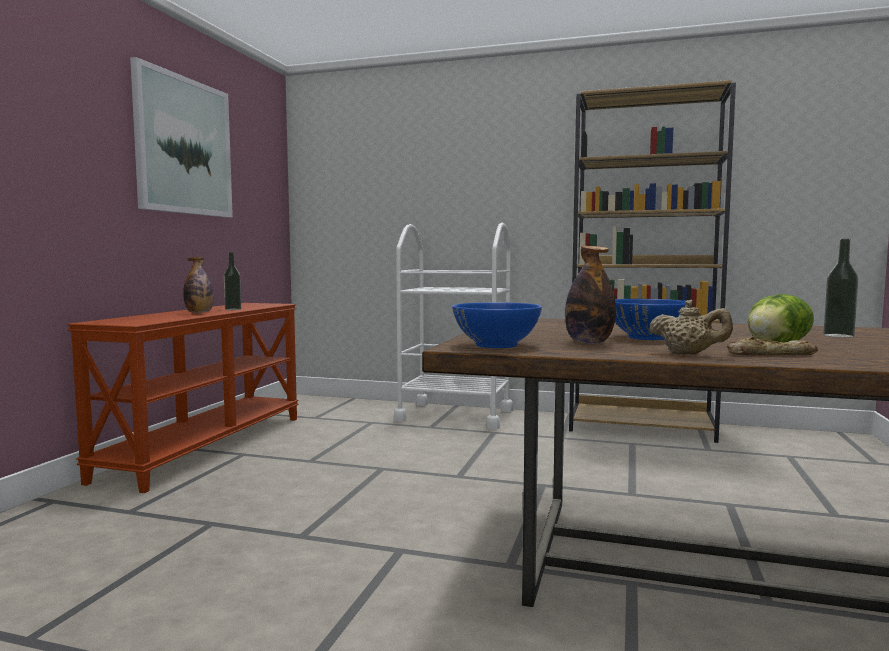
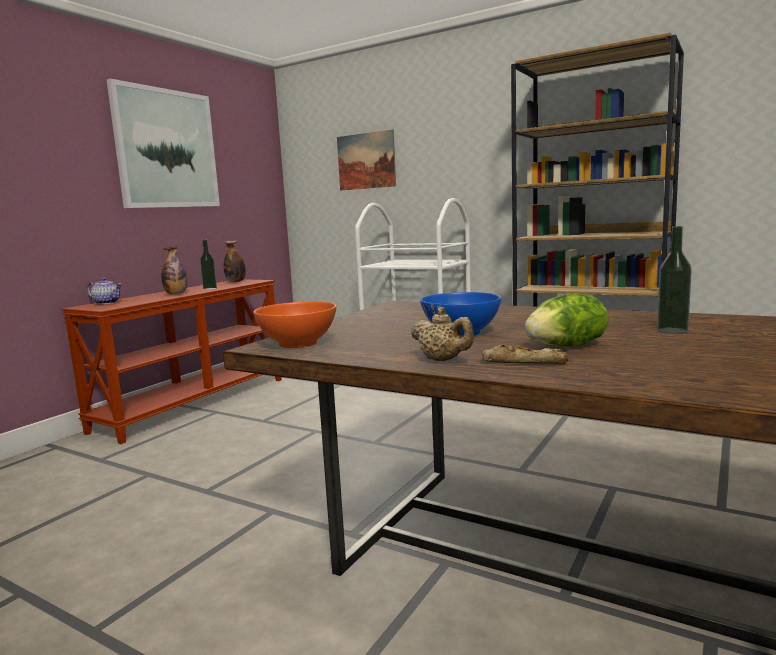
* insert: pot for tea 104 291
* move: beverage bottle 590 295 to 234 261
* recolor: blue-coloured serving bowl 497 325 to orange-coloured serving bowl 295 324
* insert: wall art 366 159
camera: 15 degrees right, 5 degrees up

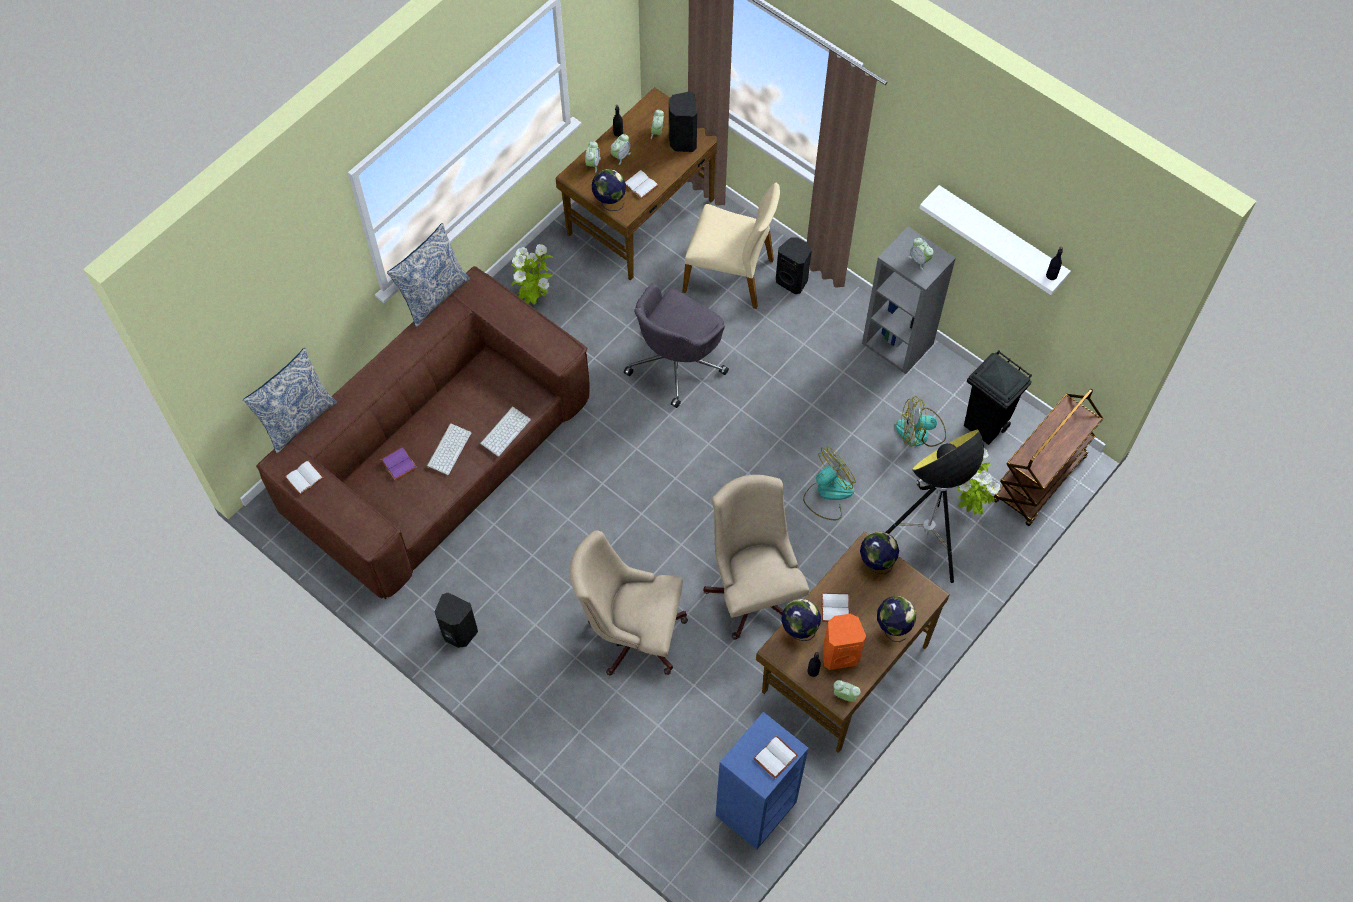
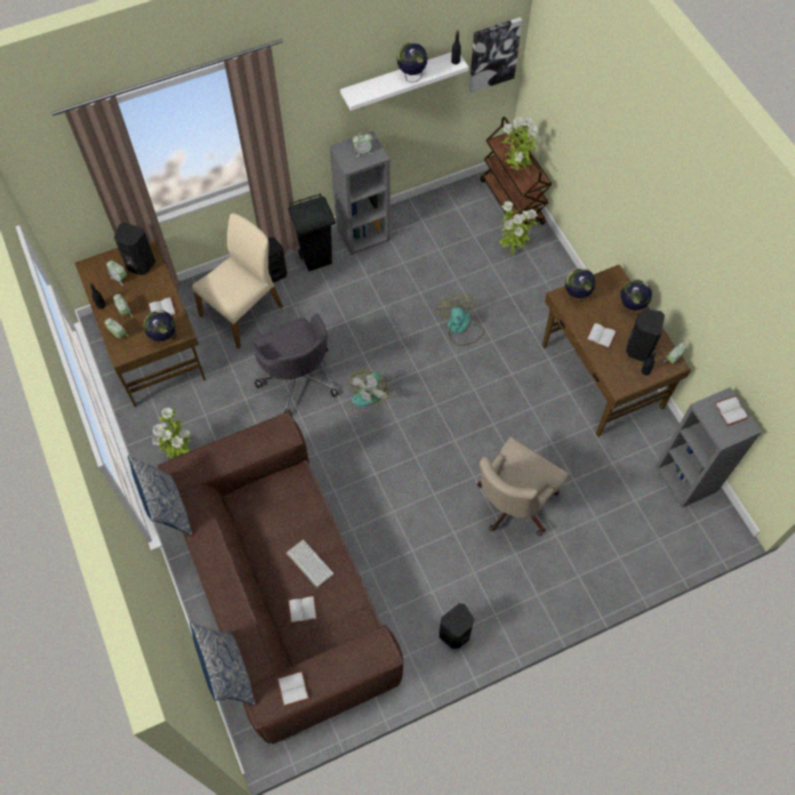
* move: black-coloured trash can 998 397 to 312 232
* recolor: purplish book 398 464 to whitish book 303 610
* move: fan 921 421 to 369 388
* move: desk globe 801 620 to 412 62
* insert: wall art 495 55
* insert: plant in a pot 520 143
* recolor: orange-coloured speaker 844 642 to black-coloured speaker 645 335
* recolor: blue-coloured bookshelf 762 780 to gray bookshelf 708 447
* delete: PC keyboard 505 431
* delete: beige computer chair 756 557
* delete: floor lamp 934 506
camera: 65 degrees left, 0 degrees up

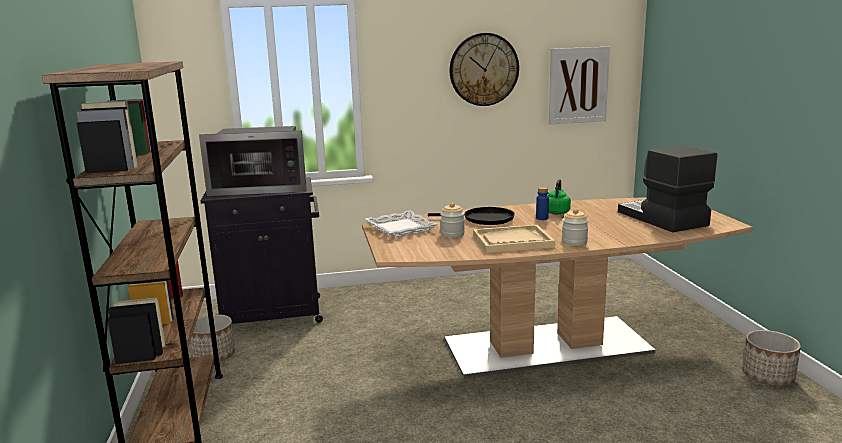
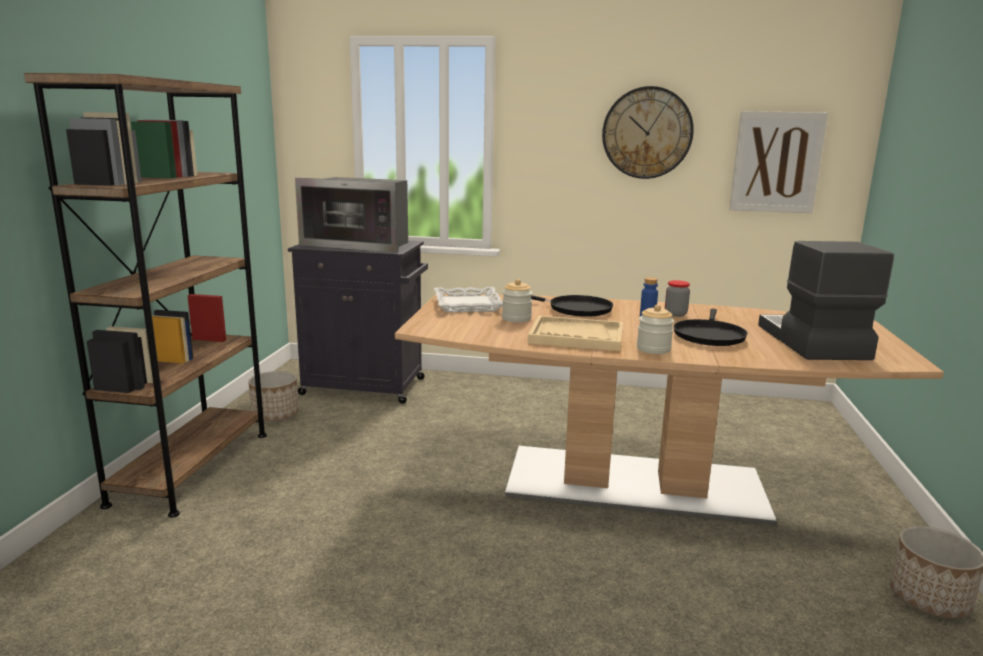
* replace: green tea kettle 559 196 to storage jar 677 298
* insert: black-coloured pan 710 327
camera: 20 degrees right, 0 degrees up

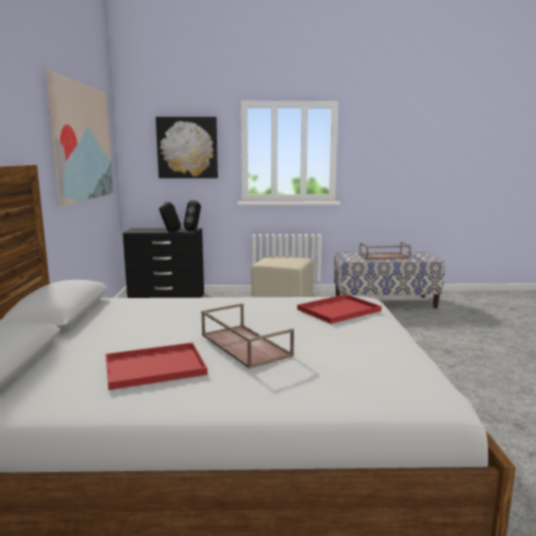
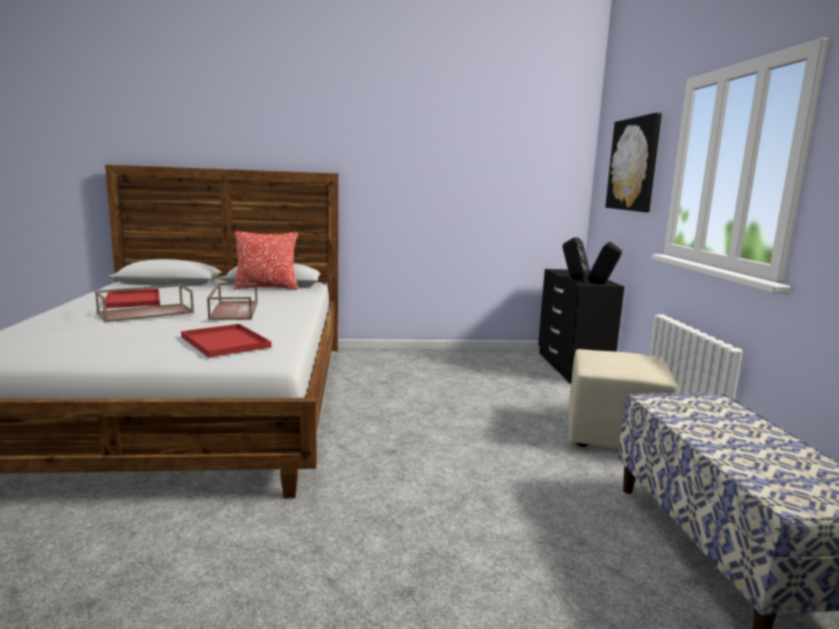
* move: brownish serving tray 385 251 to 232 301
* insert: pillow 266 260
* delete: wall art 79 138
camera: 85 degrees right, 0 degrees up

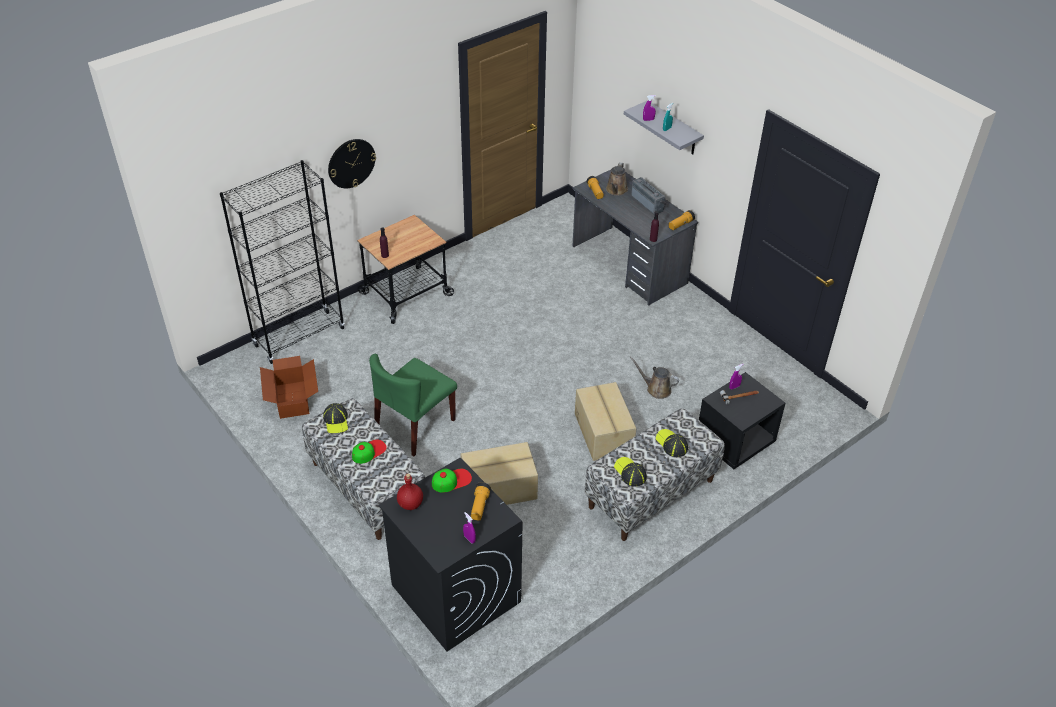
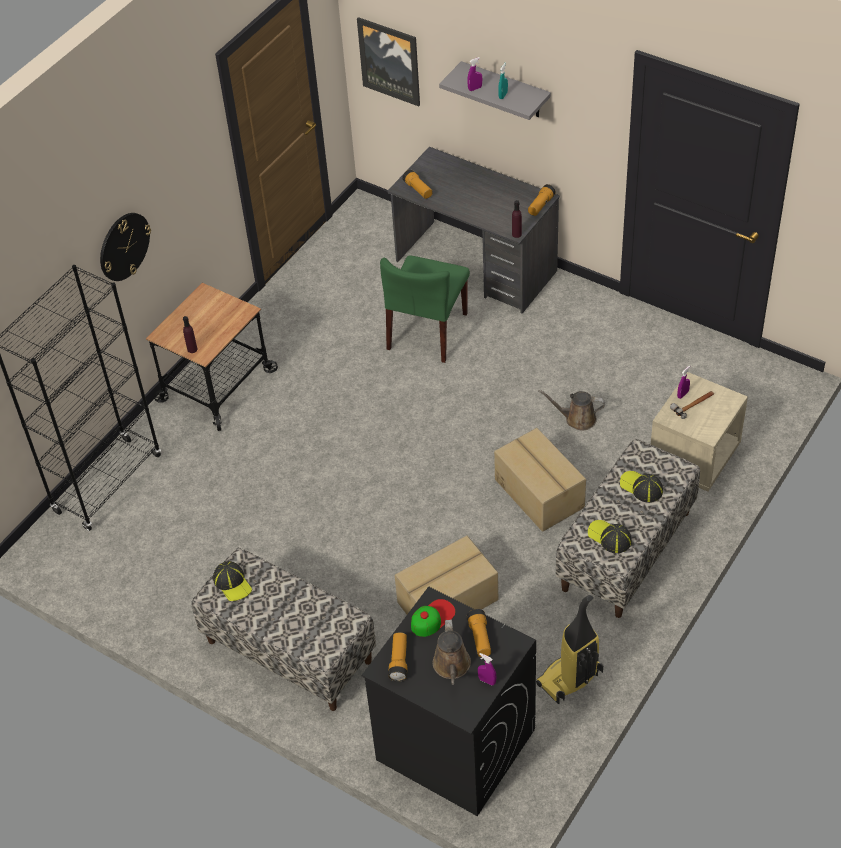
* insert: wall art 388 61
* move: green upright chair 413 405 to 425 309
* replace: reddish beverage bottle 410 492 to flashlight 398 657
* move: brownish watering pot 617 179 to 452 652
* insert: vacuum 569 649
* recolor: black-coloured night table 742 420 to beige night table 699 432
* delete: packing box 289 387
* delete: baseball cap 369 451
* delete: radio receiver 649 196
camera: 15 degrees left, 5 degrees up

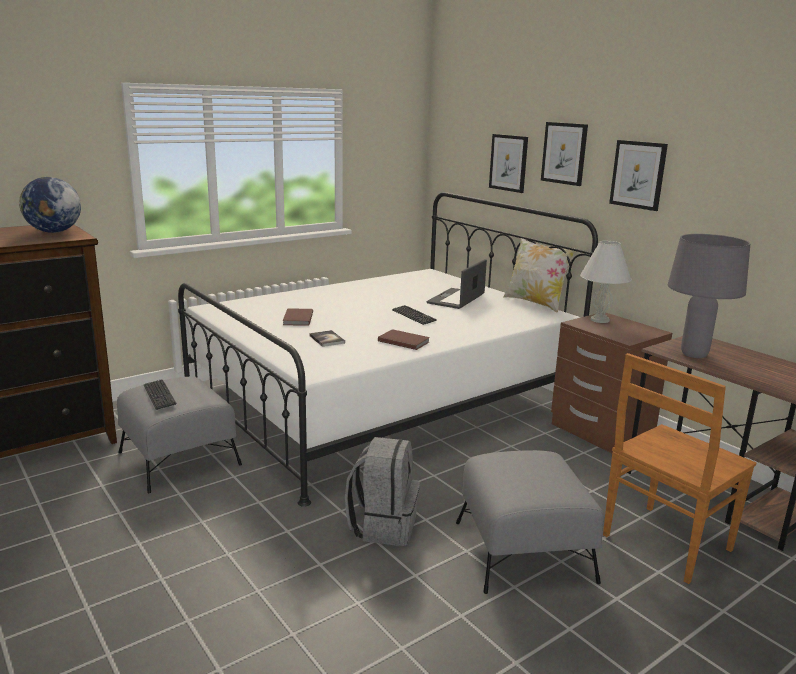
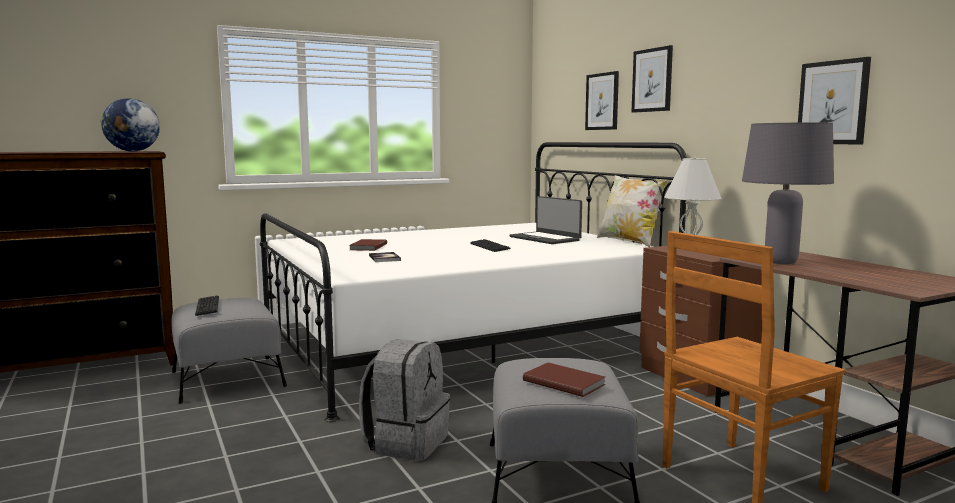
* rotate: laptop 457 284 = 545 220 75 degrees counterclockwise
* move: brownish book 404 339 to 564 380
* move: wall art 638 175 to 834 100
camera: 10 degrees right, 10 degrees down

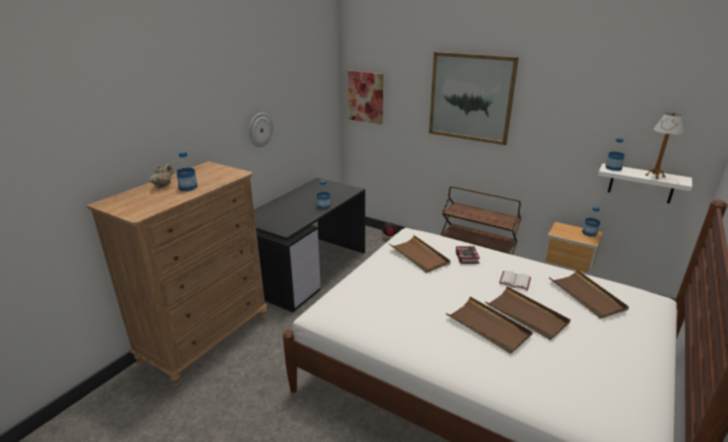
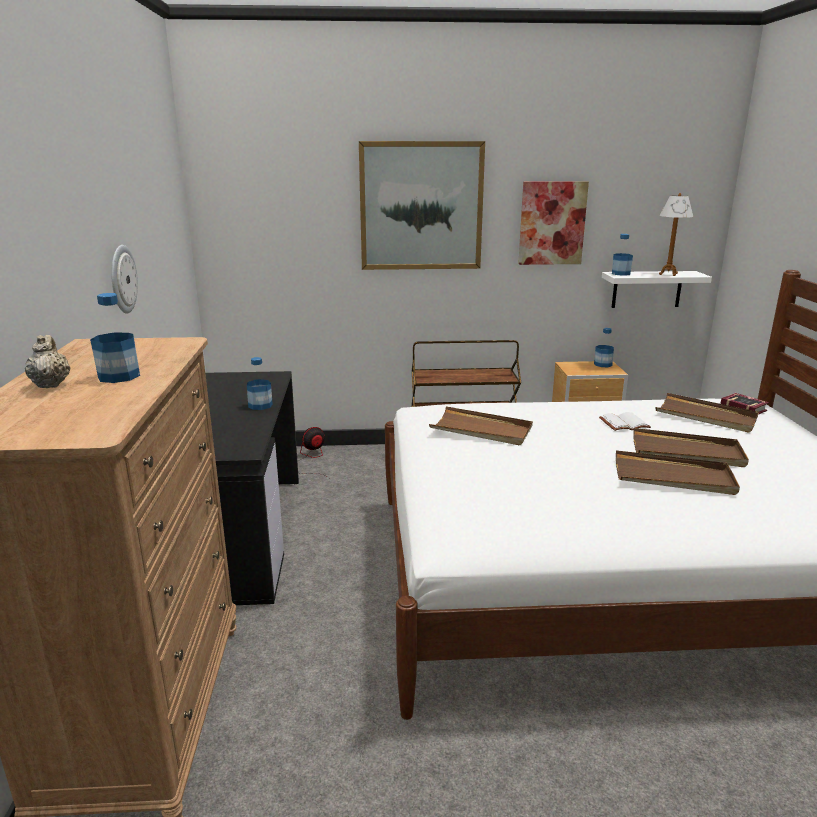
* move: wall art 365 97 to 553 223
* move: book 468 255 to 744 404
camera: 35 degrees left, 5 degrees down

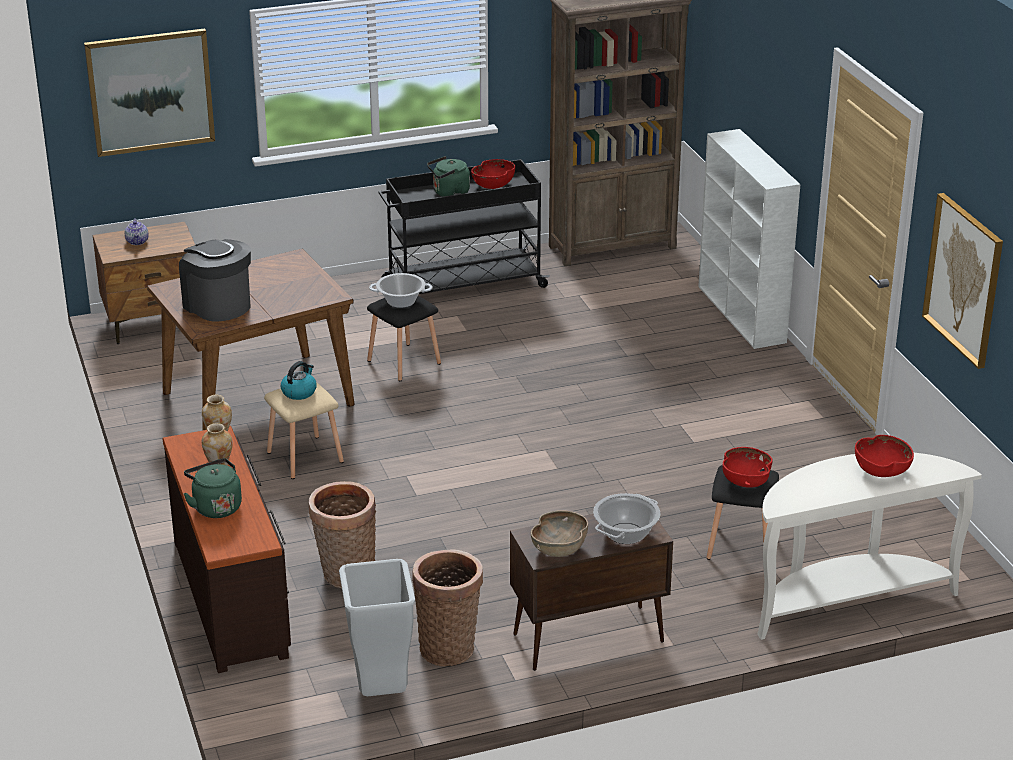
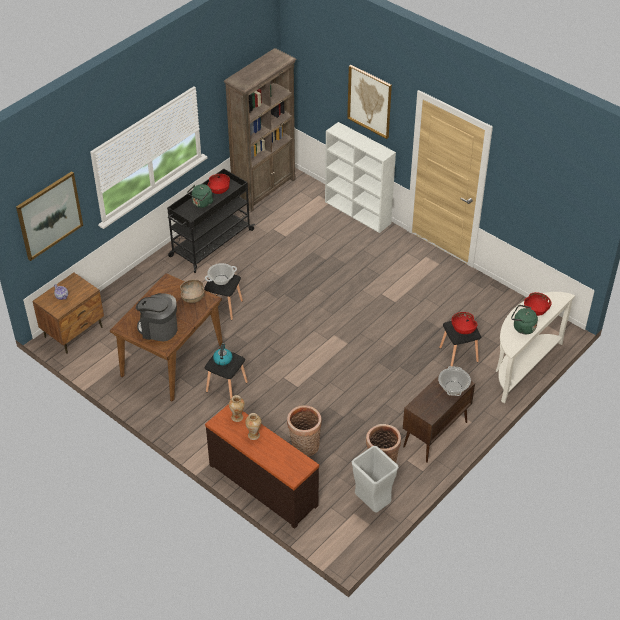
* move: brownish serving bowl 559 533 to 192 291
* recolor: beige sitting stool 304 430 to black-coloured sitting stool 226 373
* move: wall art 962 281 to 369 102
* move: green tea kettle 212 488 to 524 319
camera: 30 degrees left, 15 degrees up

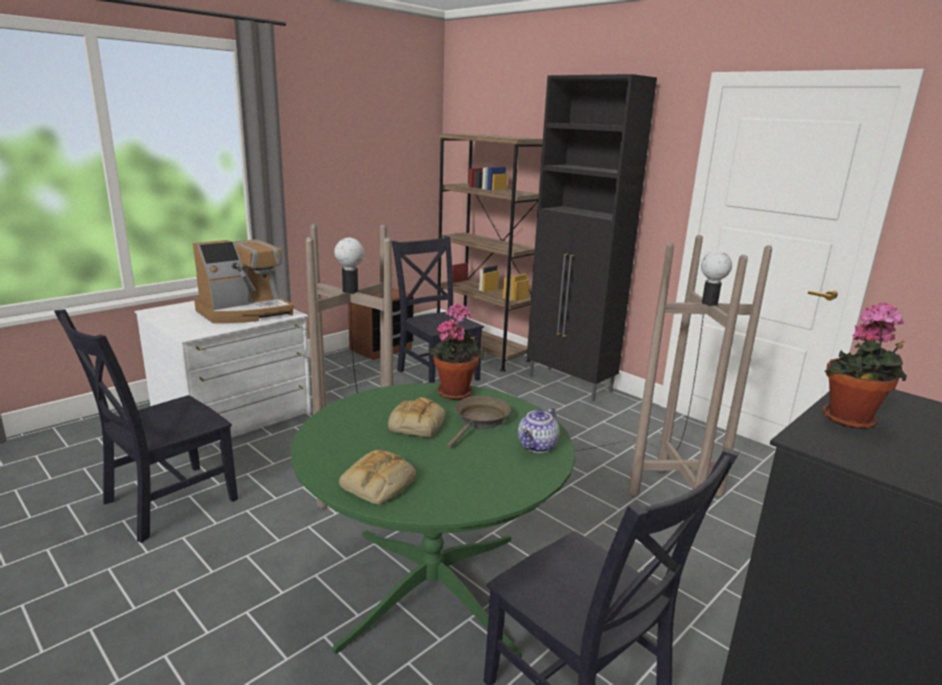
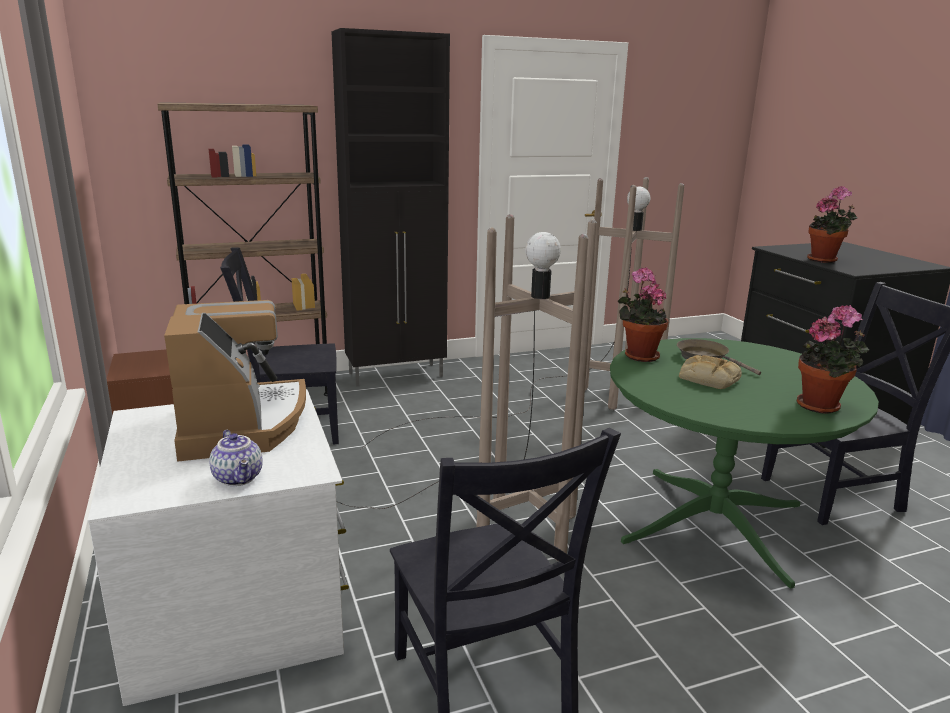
* move: pot for tea 538 430 to 236 458
* replace: bread 377 477 to plant in a pot 832 359
camera: 65 degrees left, 0 degrees up

